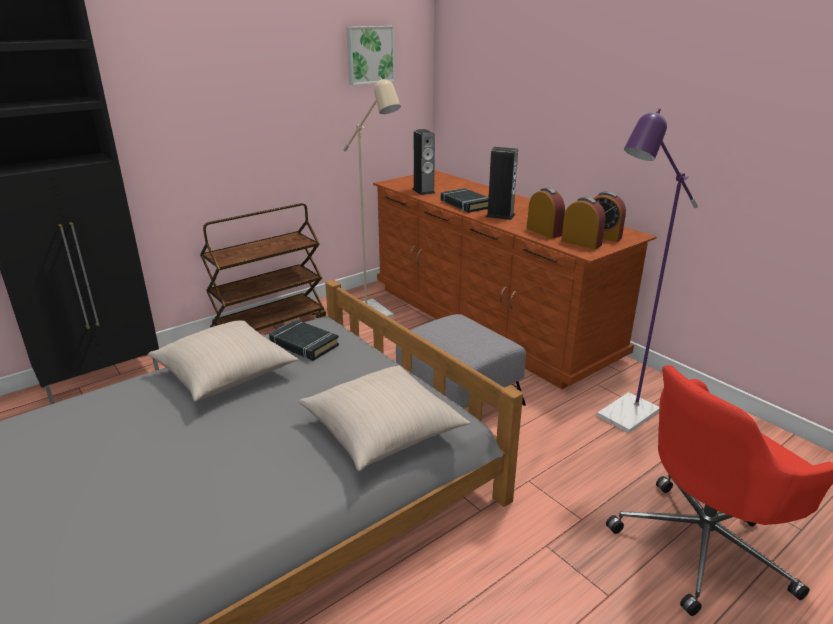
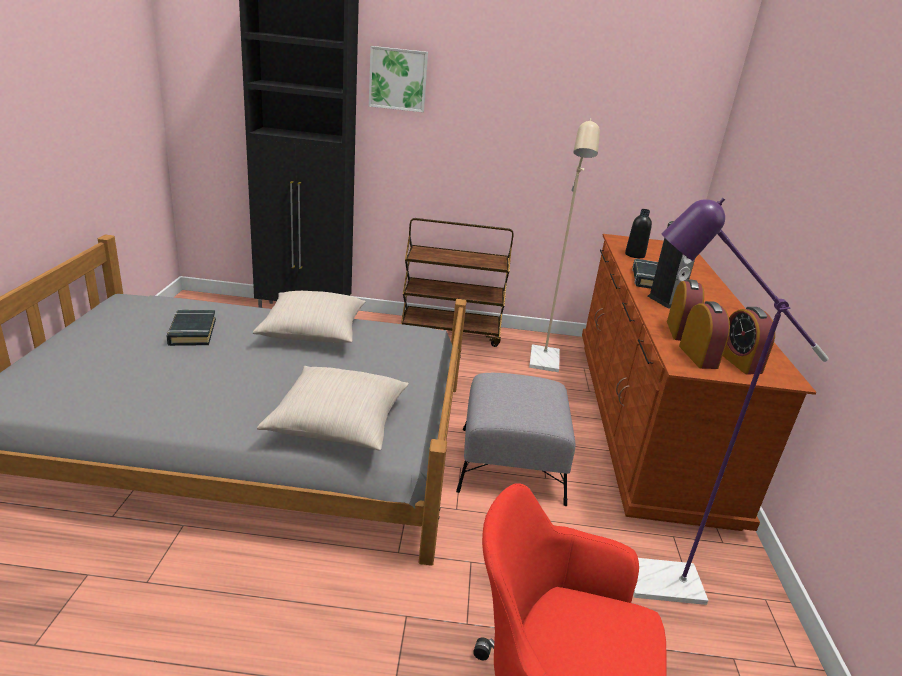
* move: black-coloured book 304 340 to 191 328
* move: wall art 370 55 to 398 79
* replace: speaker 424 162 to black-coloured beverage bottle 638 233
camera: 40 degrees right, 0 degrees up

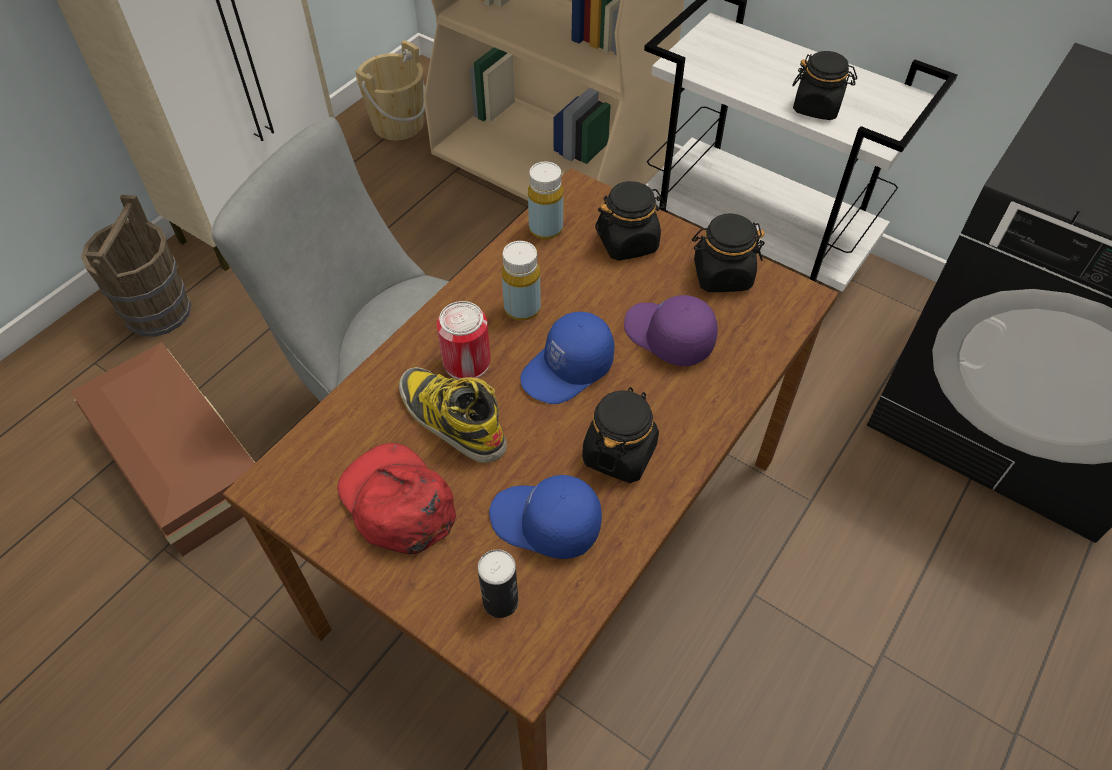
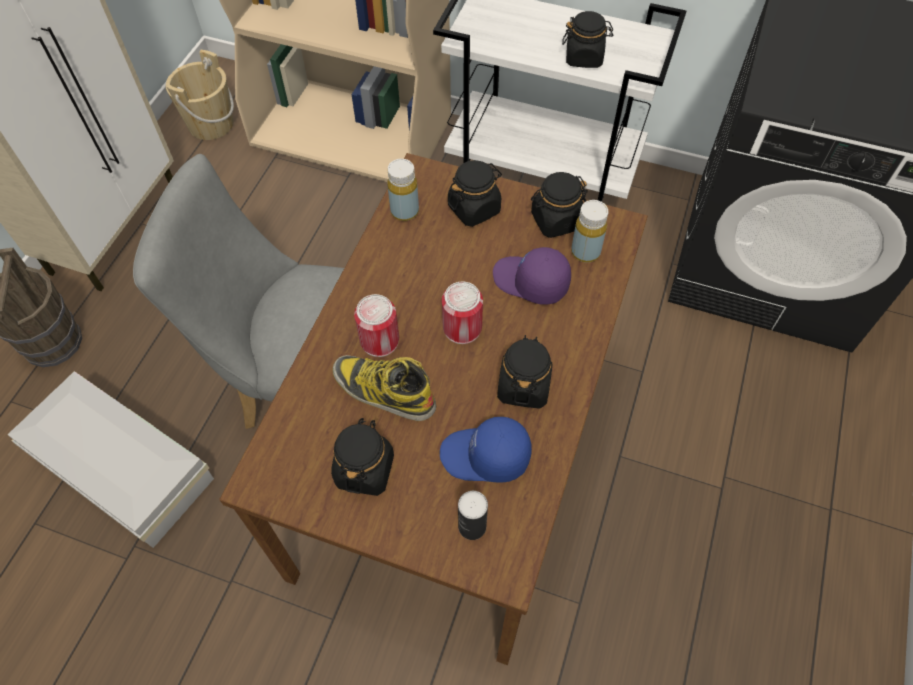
* recolor: brownish storage bin 163 449 to whitish storage bin 111 459
* replace: reddish baseball cap 396 498 to black-coloured storage jar 362 457
* replace: blue-coloured baseball cap 567 358 to metal can 462 313
* move: yellow beverage bottle 521 281 to 589 231
camera: 15 degrees left, 5 degrees up

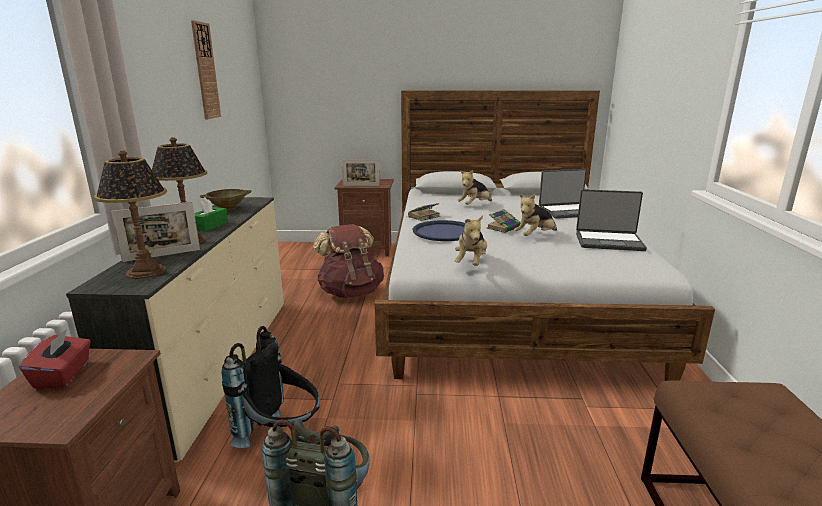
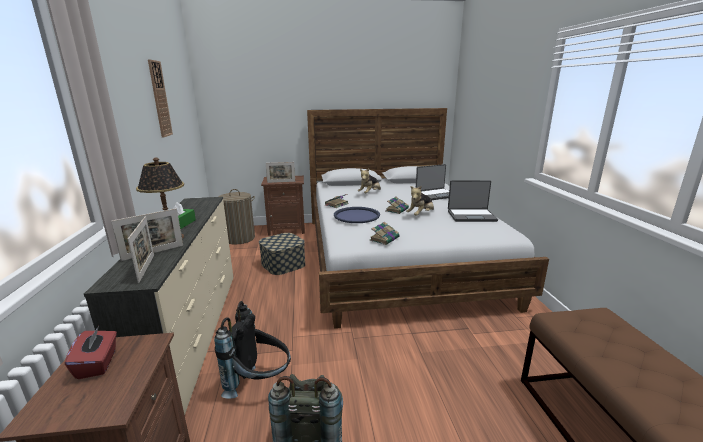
* replace: table lamp 130 214 to picture frame 141 249
* insert: washing basket 237 216
* replace: brownish backpack 348 261 to storage bin 282 254
* replace: soft toy 471 240 to book 385 233
* delete: beige serving bowl 225 200
camera: 10 degrees left, 0 degrees up

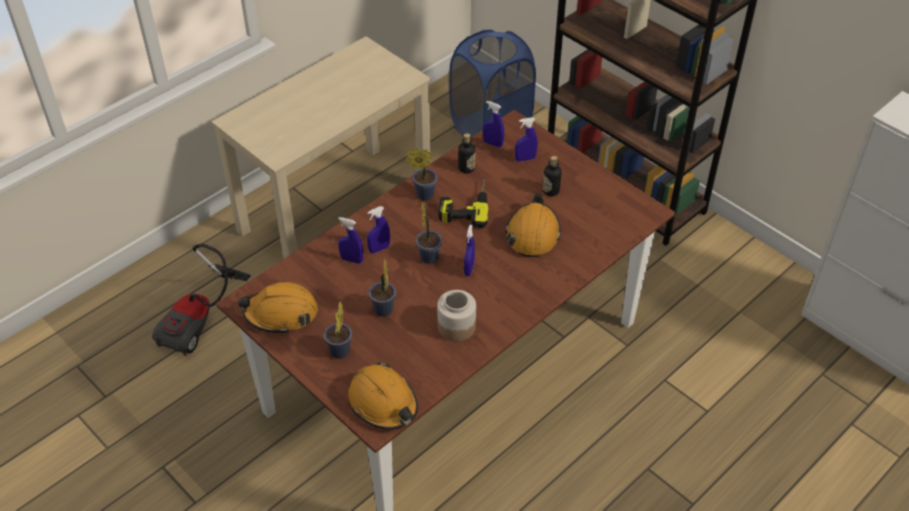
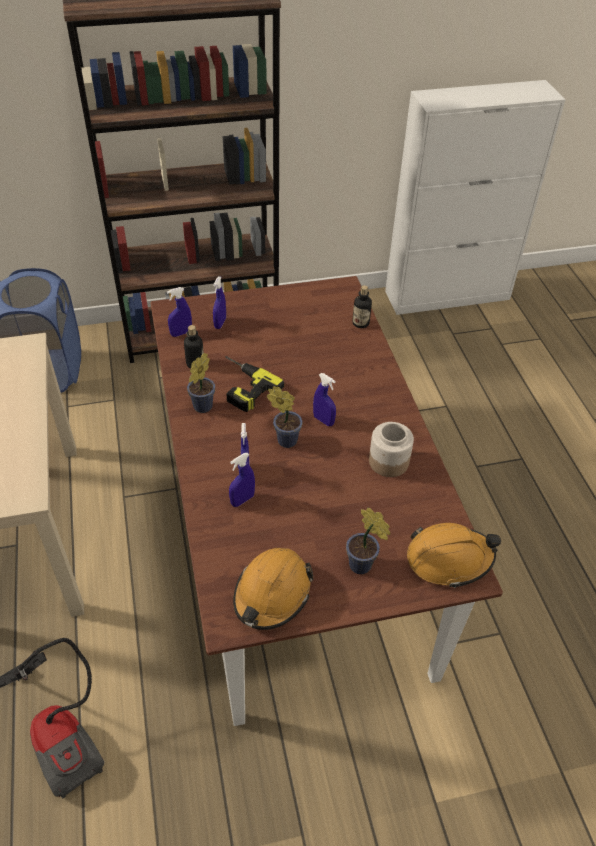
* move: beverage bottle 552 176 to 362 306
* delete: plant in a pot 382 288
* delete: orange-coloured work helmet 533 225
camera: 60 degrees left, 0 degrees up

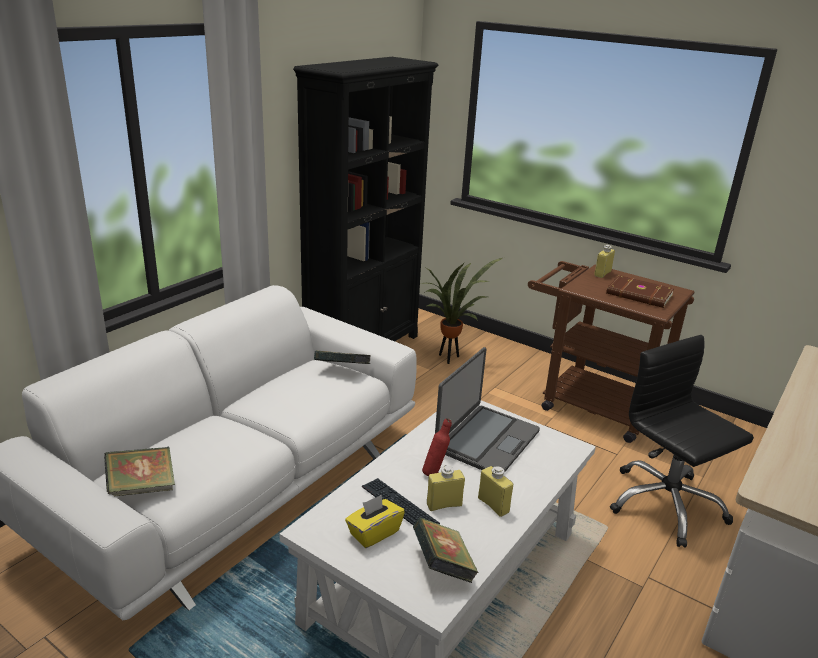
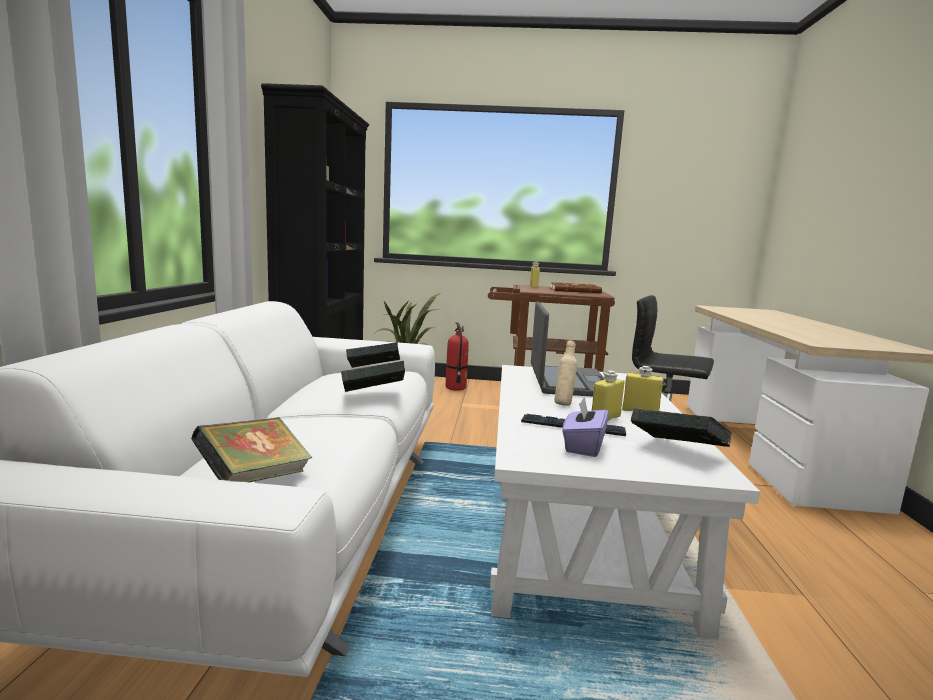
* insert: book 373 376
* insert: extinguisher 457 356
* recolor: reddish beverage bottle 437 447 to beige beverage bottle 566 373
* recolor: yellow tissue holder 375 521 to purplish tissue holder 585 427
camera: 30 degrees left, 15 degrees down

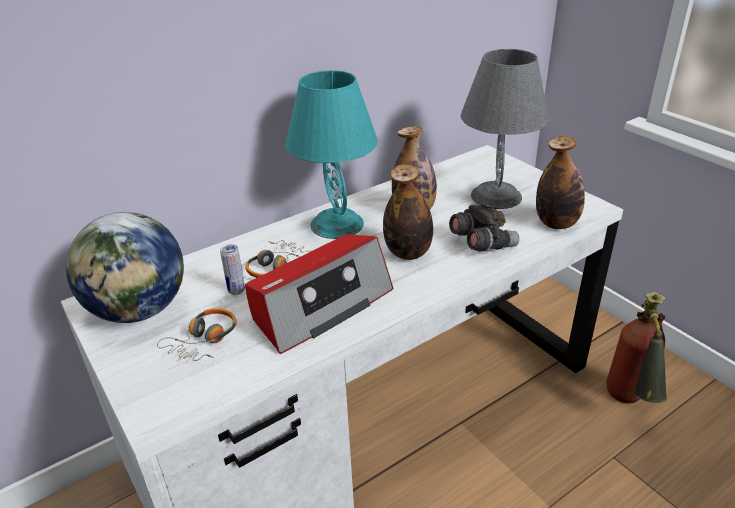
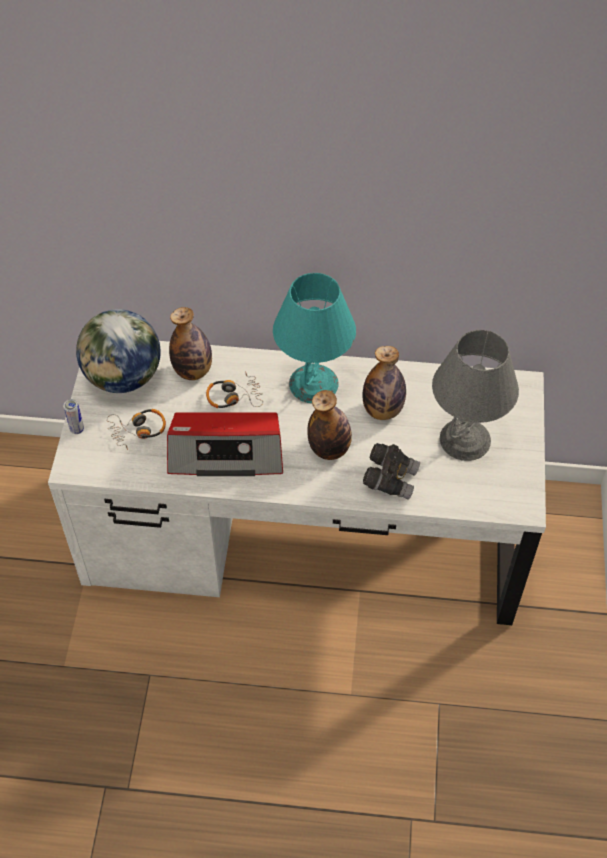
* move: metal can 232 269 to 73 416
* move: beverage bottle 560 182 to 190 343
* delete: extinguisher 636 347
camera: 40 degrees right, 20 degrees up

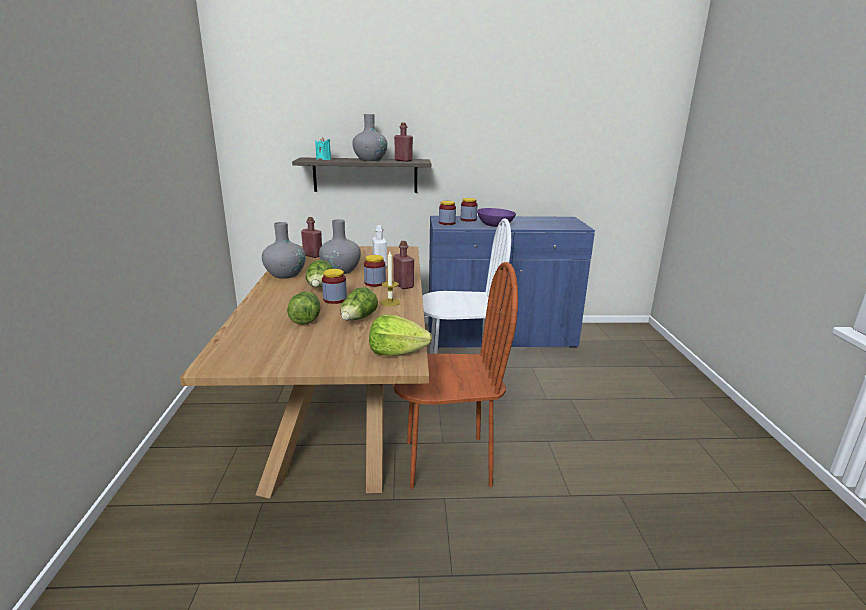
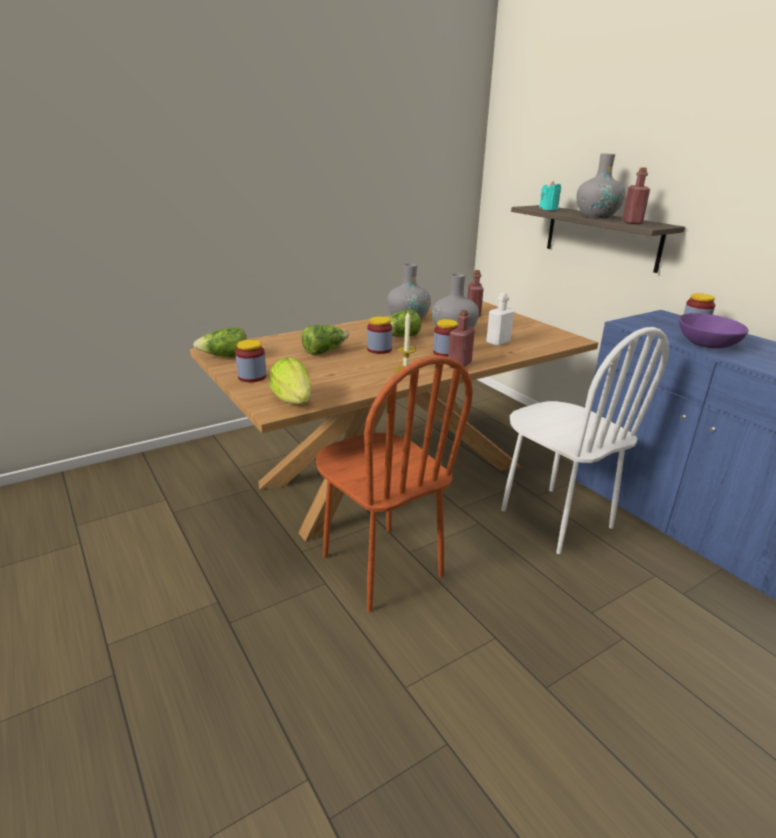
* move: head of lettuce 359 303 to 220 342
* move: storage jar 447 213 to 250 361
camera: 60 degrees right, 5 degrees up

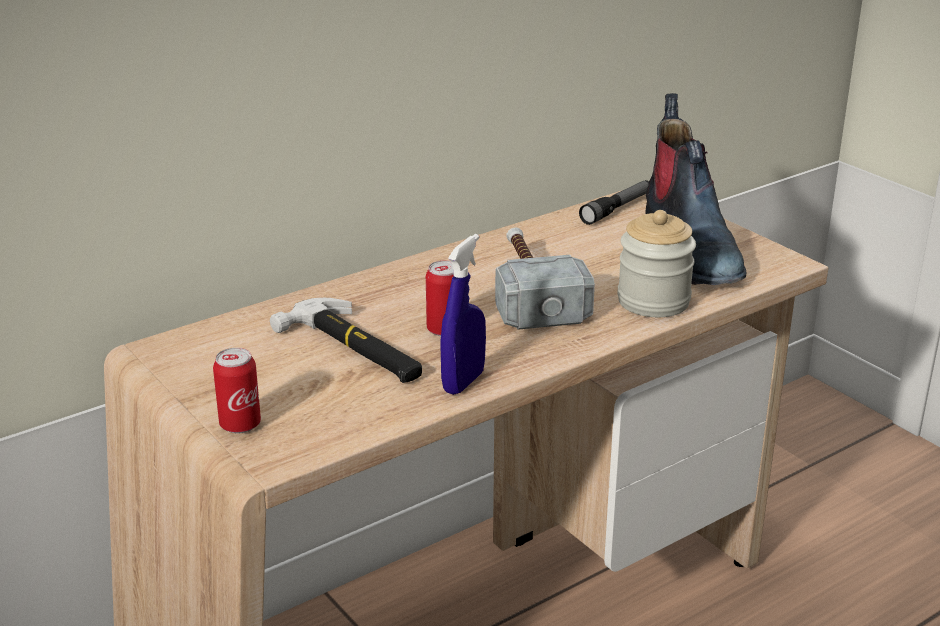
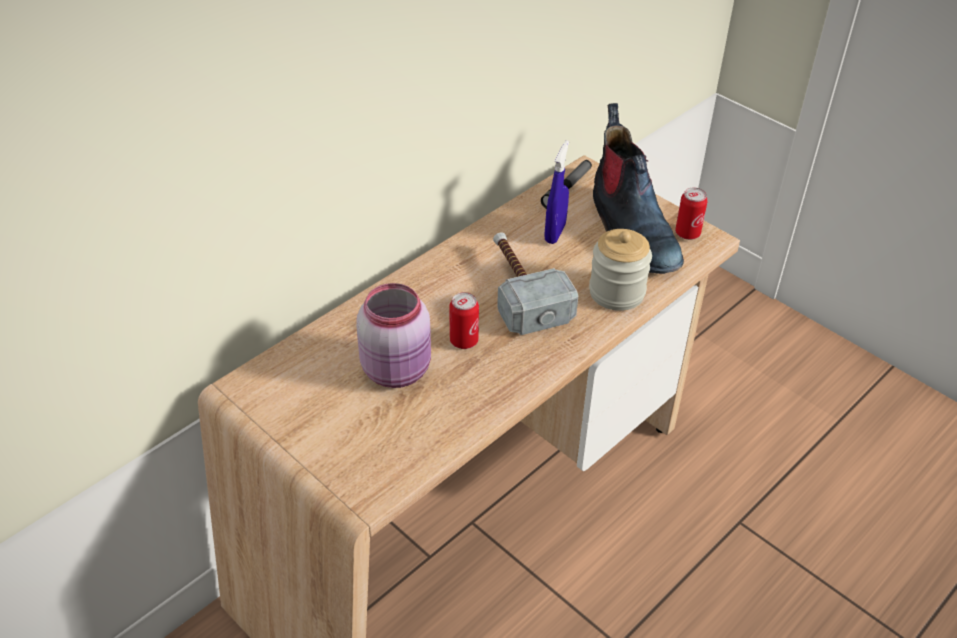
* replace: hammer 346 340 to pink storage jar 393 335
* move: blue-coloured hand sprayer 463 314 to 557 192
* move: metal can 237 391 to 691 214
camera: 10 degrees left, 15 degrees up

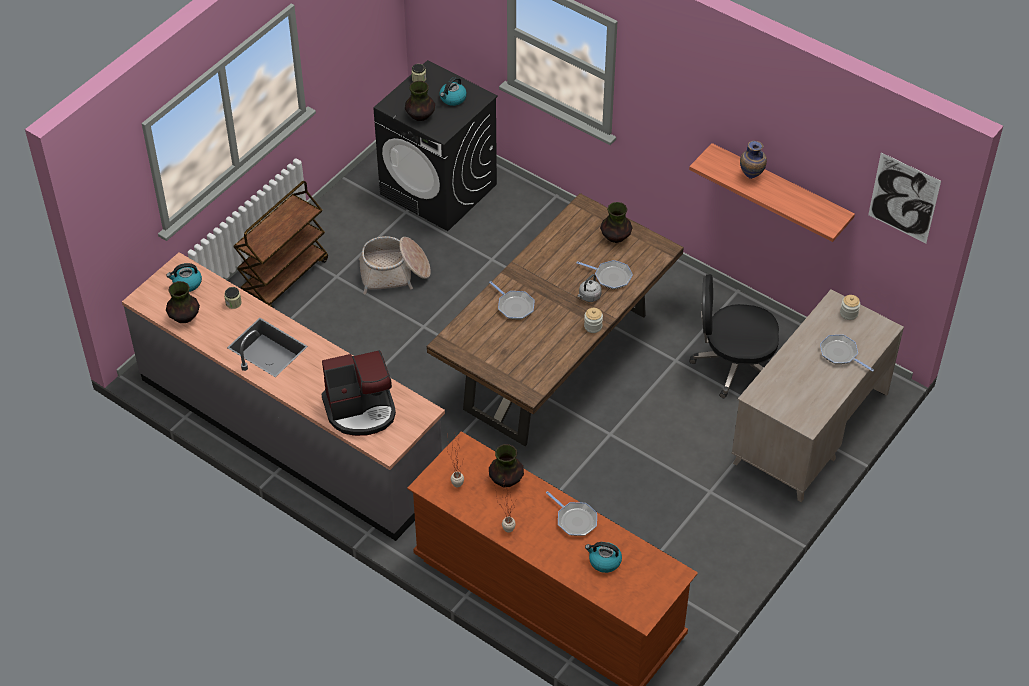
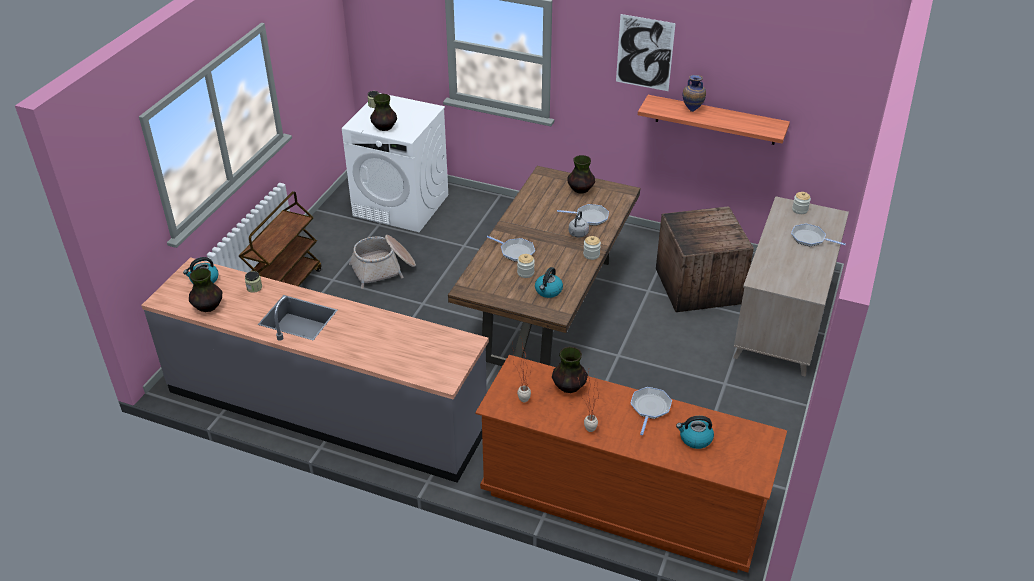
* recolor: black-coloured washing machine 435 145 to whitish washing machine 395 162
* insert: storage jar 526 266
* move: tea kettle 453 91 to 549 282
* move: wall art 904 197 to 646 52
* rotate: pan 571 513 = 651 411 105 degrees counterclockwise
* replace: black-coloured computer chair 734 336 to shipping crate 705 259
* delete: coffee brewer 358 393
camera: 15 degrees left, 10 degrees down

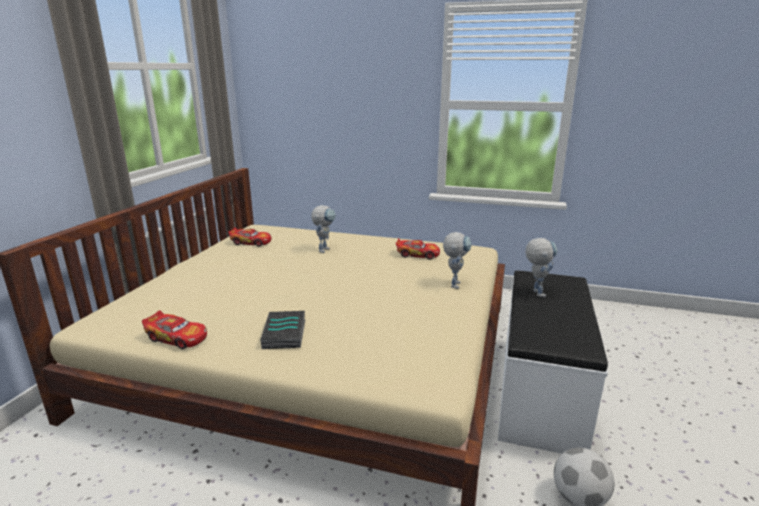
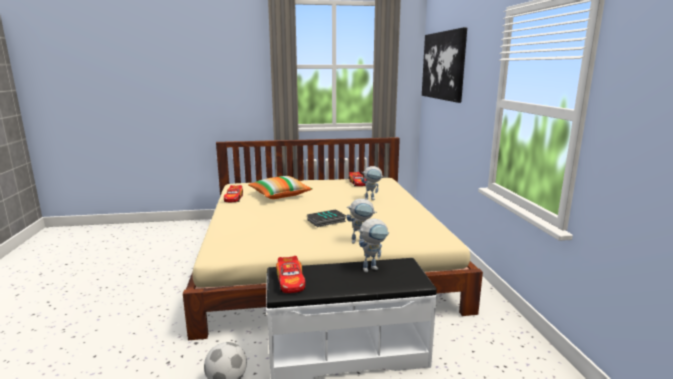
* insert: pillow 280 187
* move: toy car 418 249 to 291 274
* move: book 282 330 to 326 218
* insert: wall art 444 65
camera: 65 degrees right, 5 degrees down

